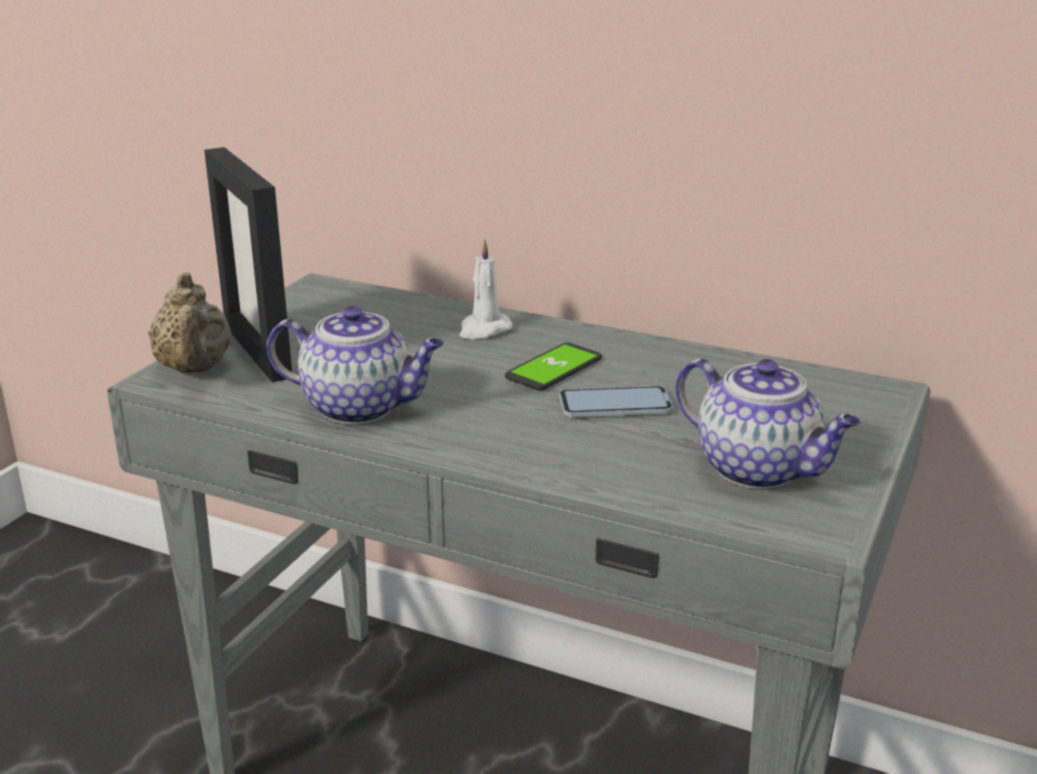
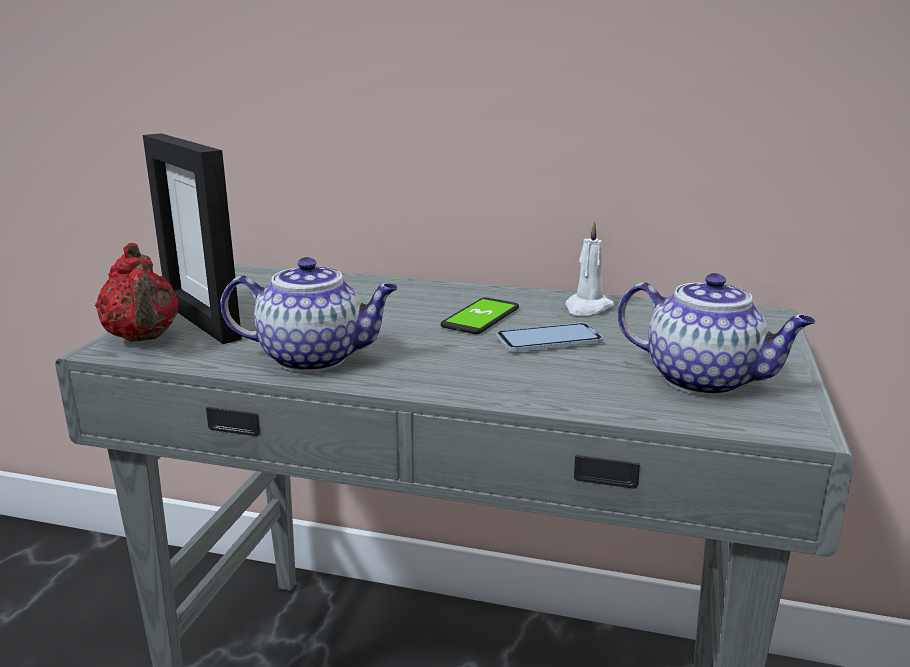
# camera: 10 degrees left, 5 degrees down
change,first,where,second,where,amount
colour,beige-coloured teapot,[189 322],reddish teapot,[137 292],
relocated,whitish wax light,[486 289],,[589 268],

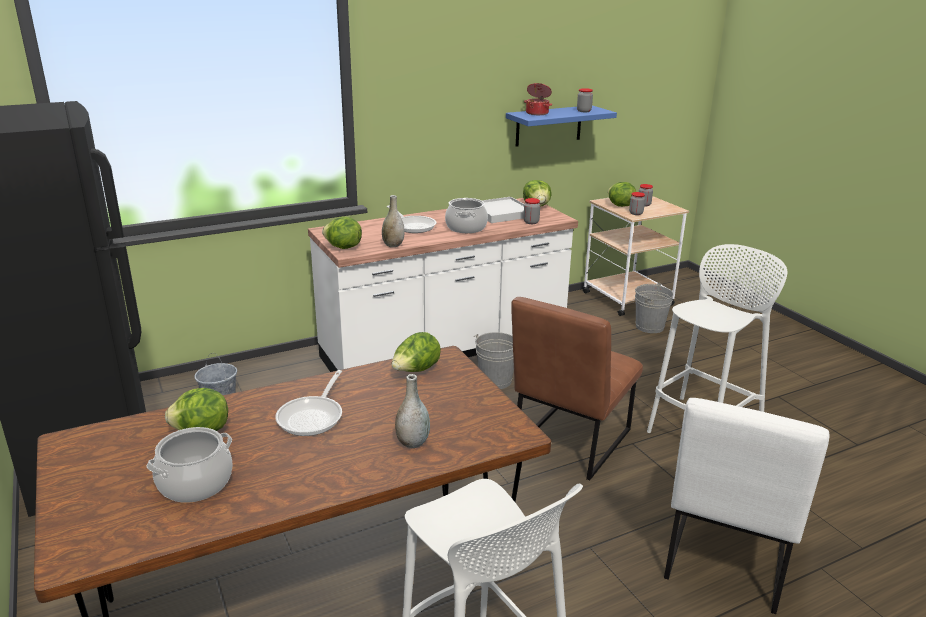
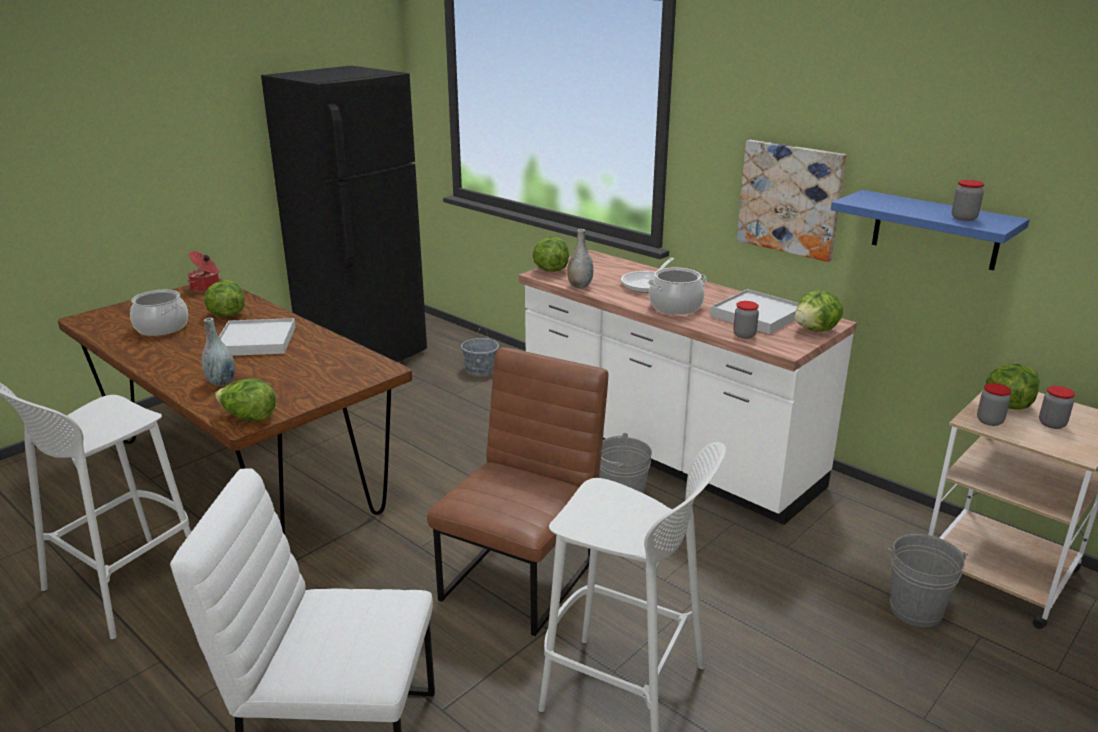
# camera: 70 degrees right, 0 degrees up
change,first,where,second,where,amount
exchanged,frying pan,[308 403],whitish tray,[257 337],
relocated,head of lettuce,[416 352],,[245 400],
spun,brown-coloured chair,[577 388],,[517 491],105 degrees clockwise
relocated,cooking pot,[538 99],,[203 271],
appeared,,,wall art,[791 201],

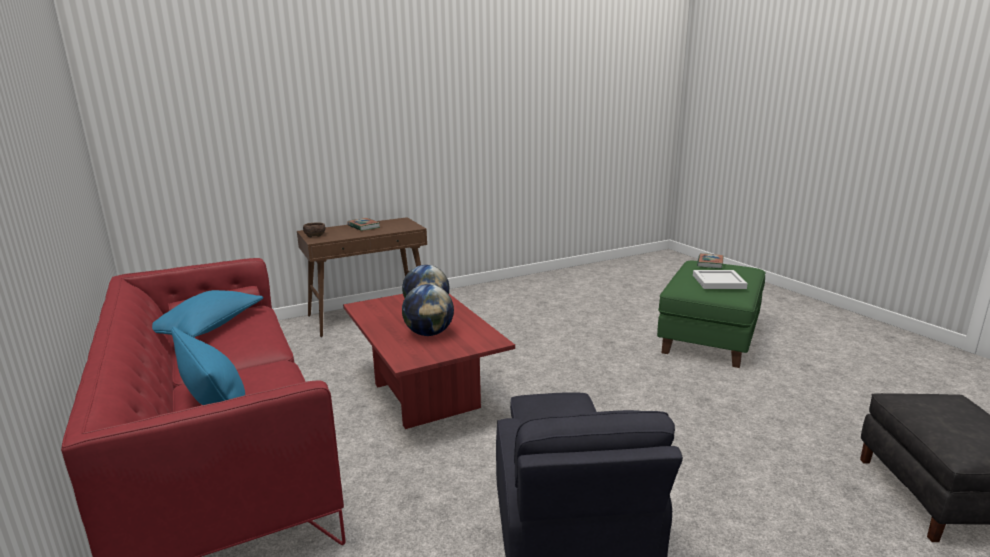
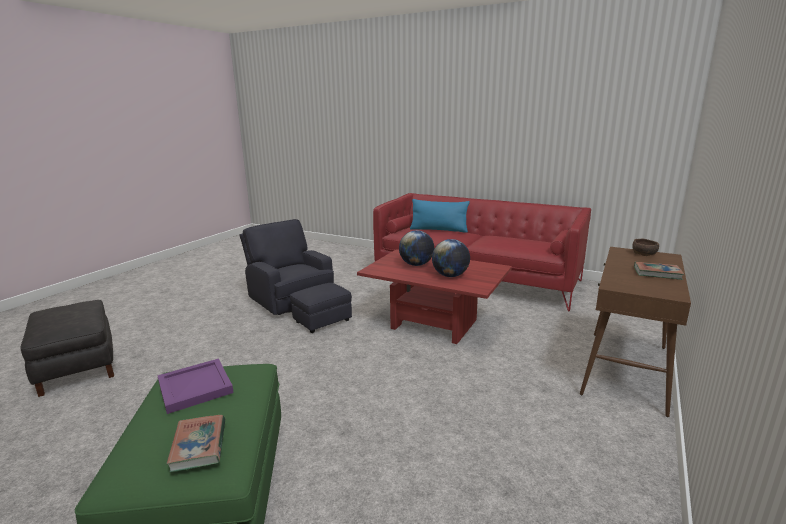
# camera: 145 degrees right, 0 degrees up
change,first,where,second,where,amount
missing,blue throw pillow,[207 313],,,
colour,whitish tray,[720 279],purple tray,[195 386],

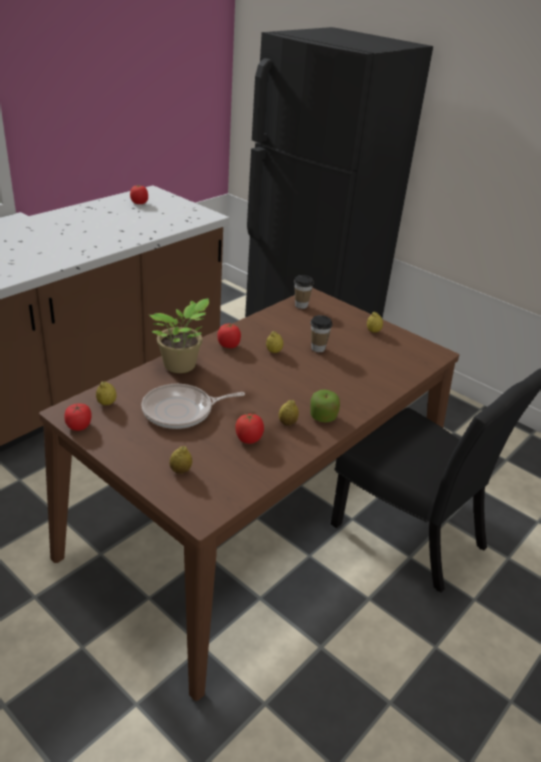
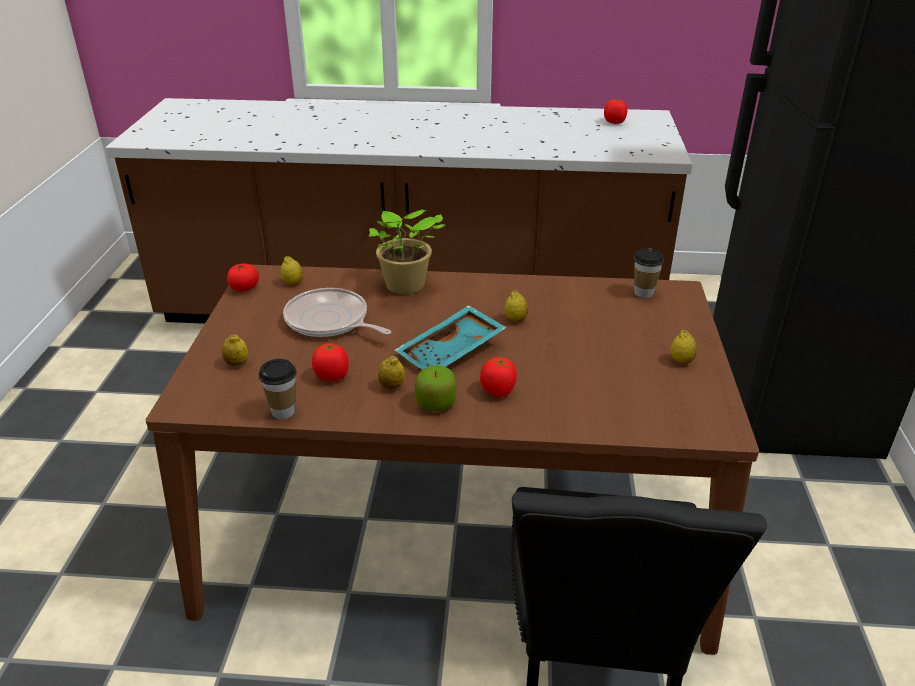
# camera: 55 degrees right, 0 degrees up
change,first,where,second,where,amount
relocated,fresh tomato,[229 335],,[498 377],
relocated,drinking cup,[321 333],,[277 389],
appeared,,,turquoise tray,[450 337],

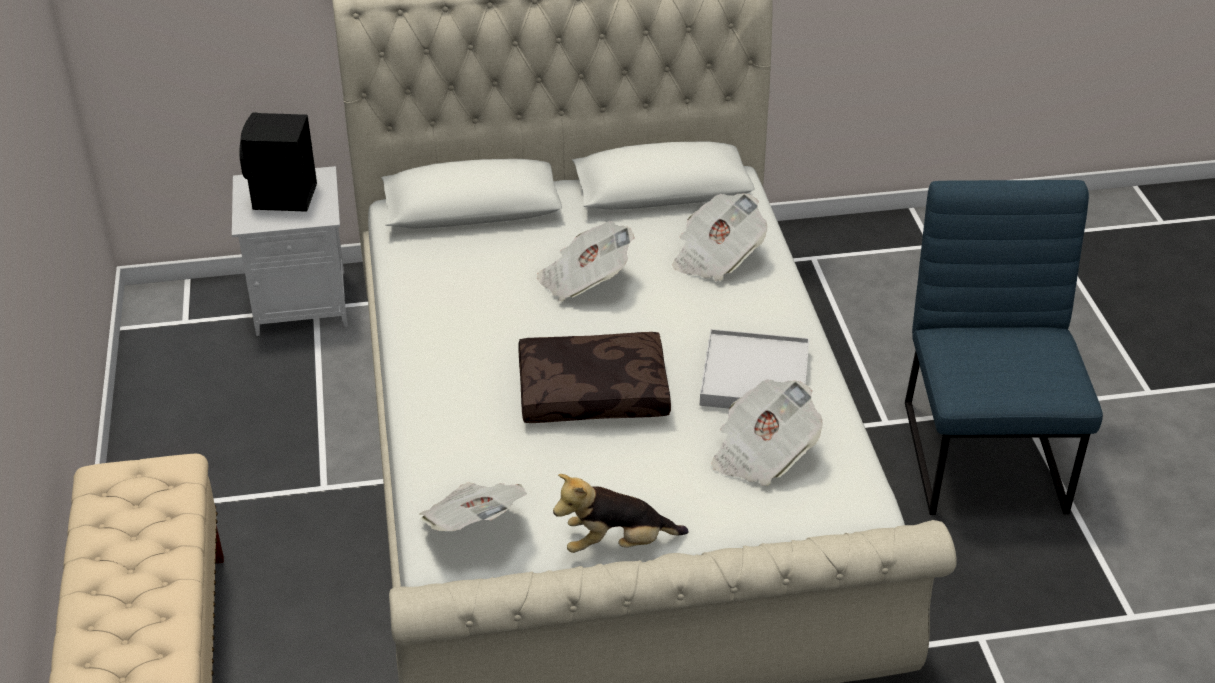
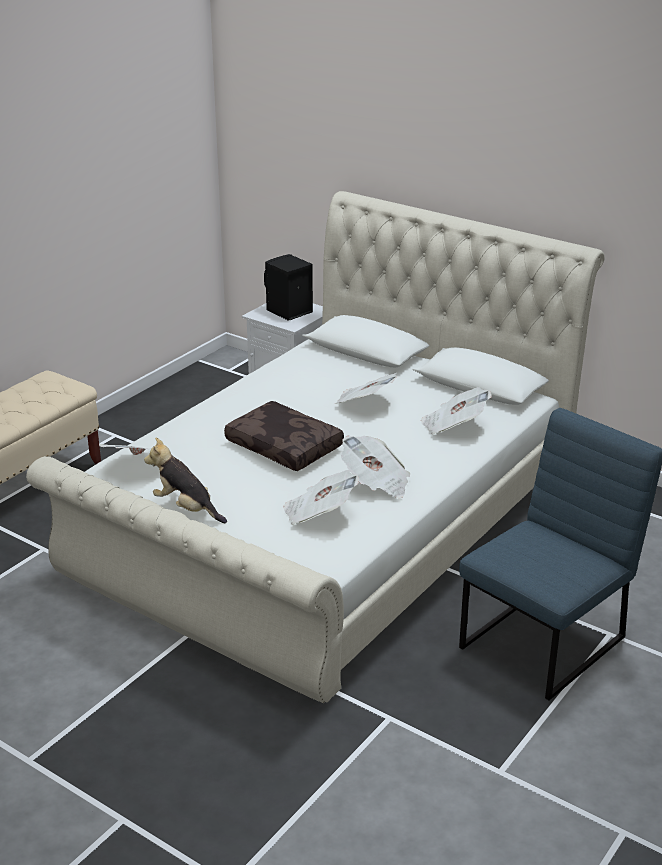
# camera: 45 degrees right, 10 degrees down
change,first,where,second,where,amount
exchanged,whitish tray,[754 368],newspaper,[375 467],

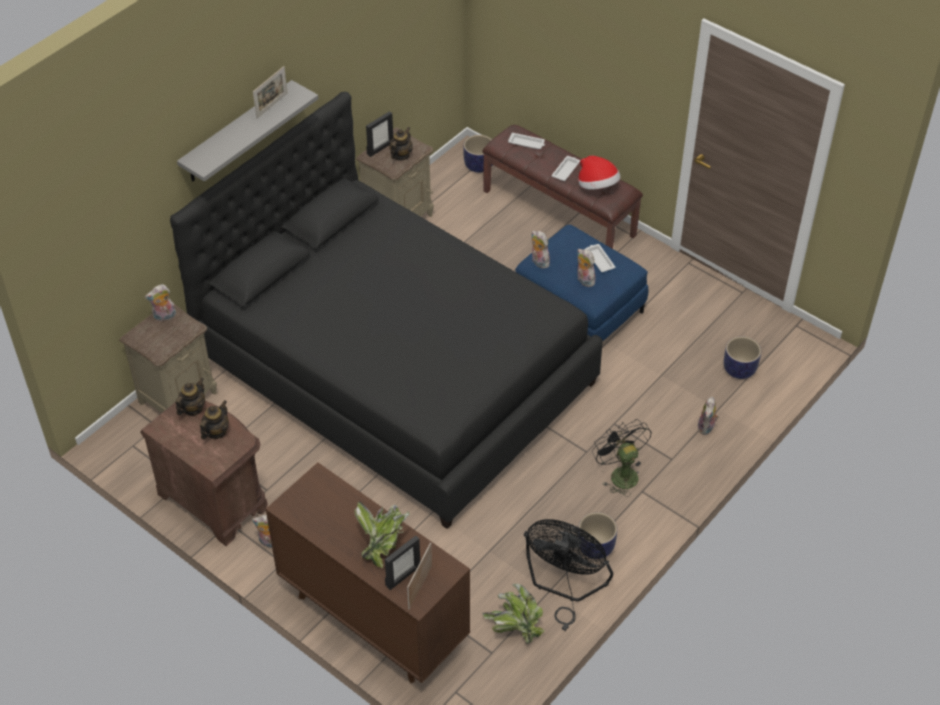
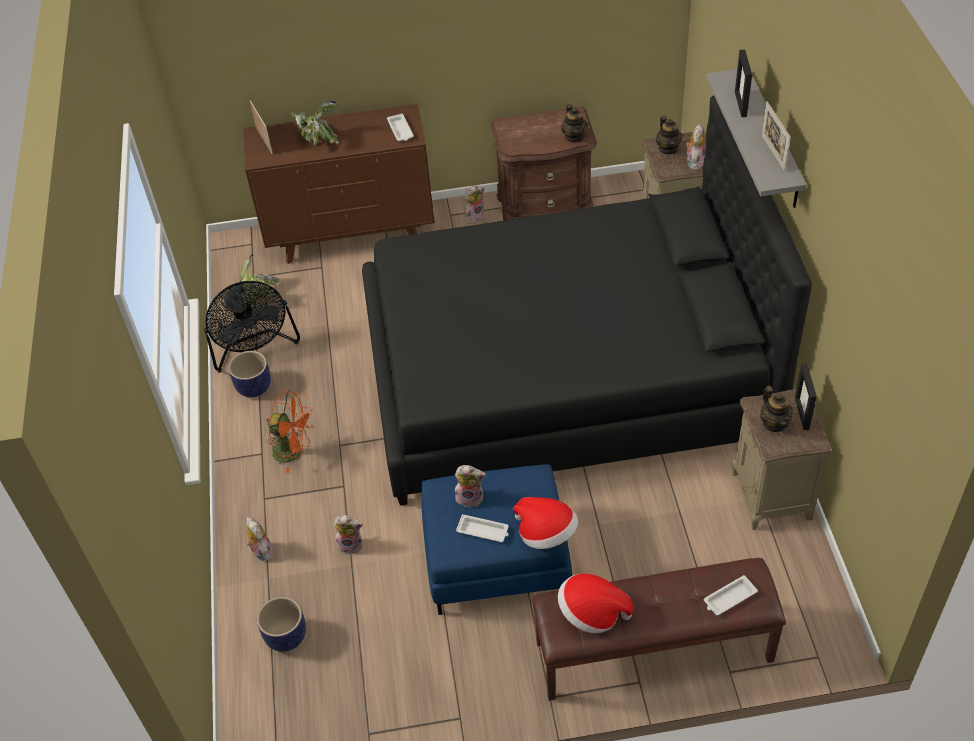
# camera: 135 degrees right, 0 degrees up
change,first,where,second,where,amount
relocated,teapot,[214 419],,[669 135],
relocated,picture frame,[402 562],,[743 83],
missing,plant pot,[477 154],,,
relocated,cuddly toy,[541 250],,[348 534],
relocated,whitish tray,[565 168],,[400 127],
colour,black fan,[622 458],orange-coloured fan,[290 432],
appeared,,,wearable hat,[545 523],

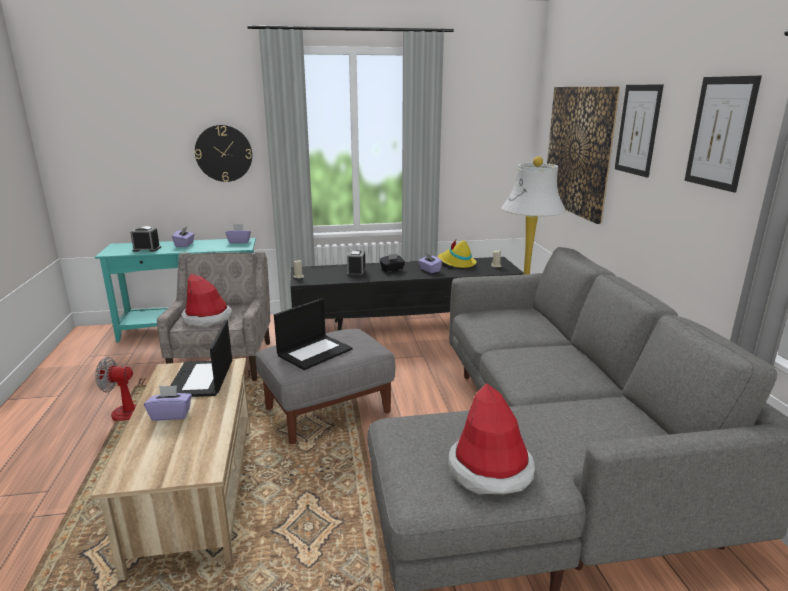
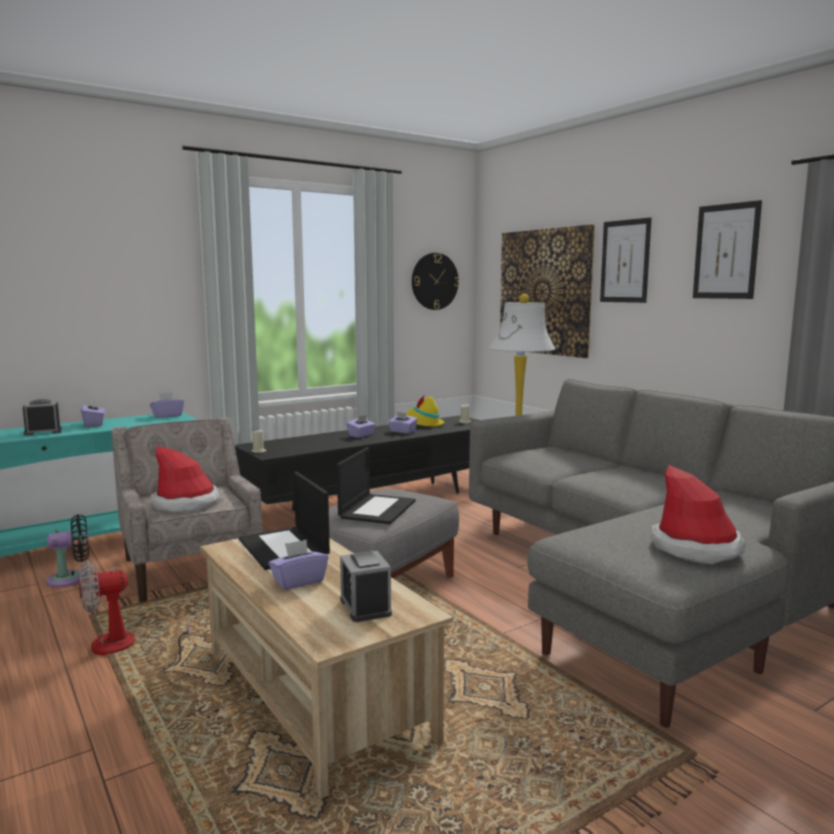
# camera: 25 degrees left, 10 degrees down
change,first,where,second,where,amount
relocated,hanging clock,[223 153],,[435 281],
relocated,bedside clock,[356 263],,[366 586],
colour,black tissue box,[392 263],purple tissue box,[361 426],
appeared,,,black fan,[68 550],

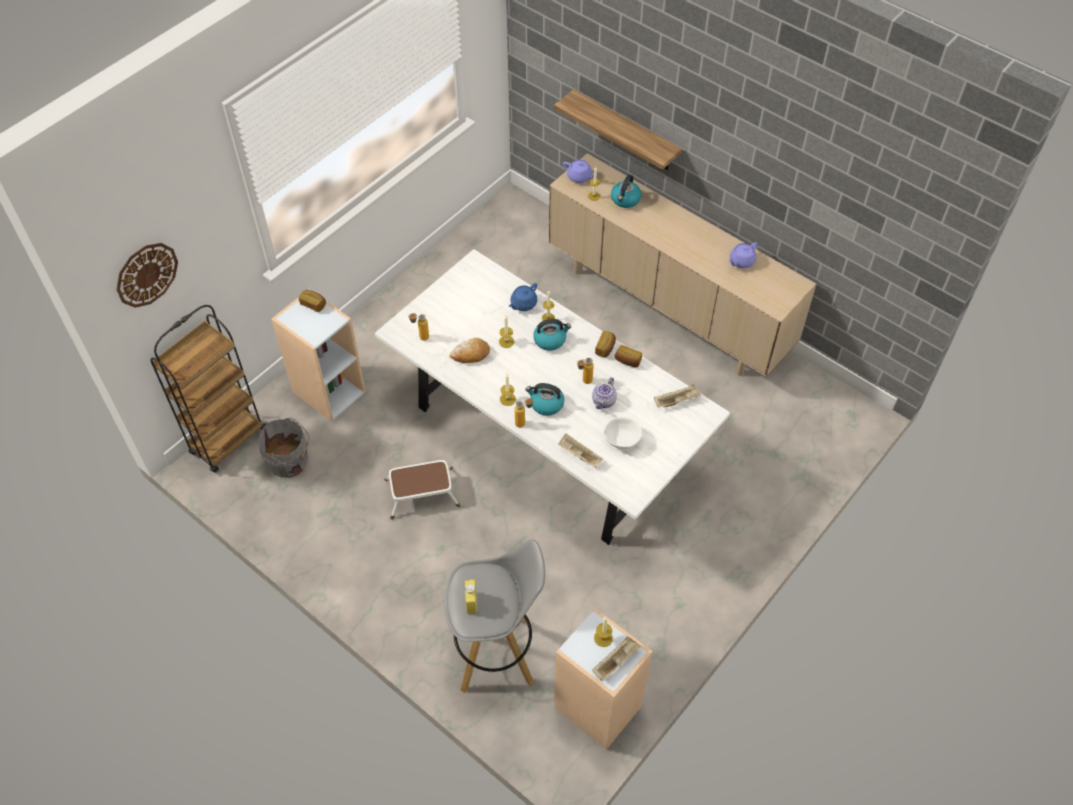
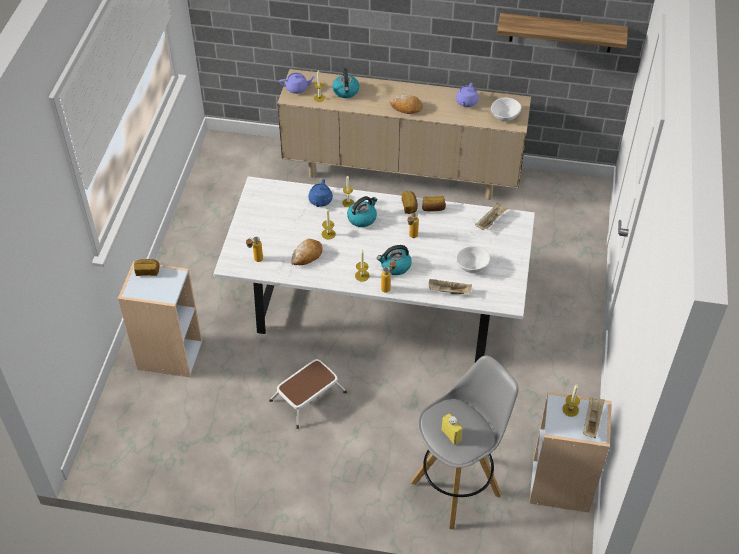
# camera: 30 degrees left, 5 degrees down
change,first,where,second,where,amount
missing,hanging clock,[147 275],,,
missing,brown-coloured trolley,[209 389],,,
missing,gray bucket,[284 448],,,
relocated,bracket shelf,[618 129],,[562 32],
missing,teapot,[604 393],,,
appeared,,,baked bread,[406 104],
appeared,,,whitish bowl,[506 109],

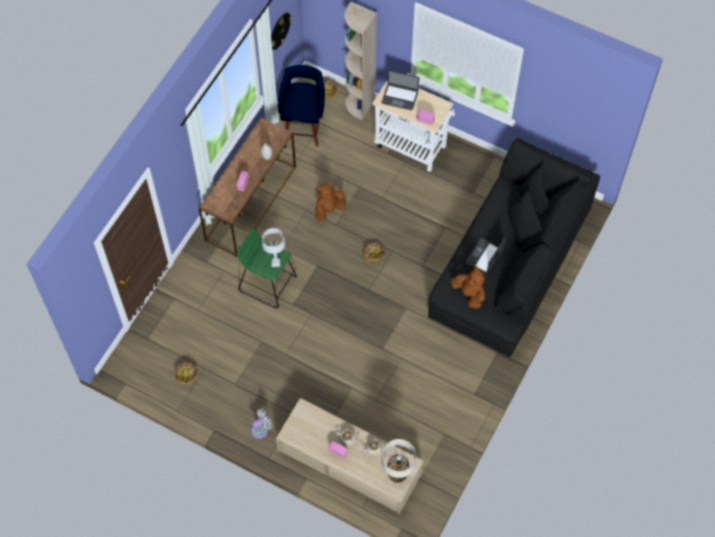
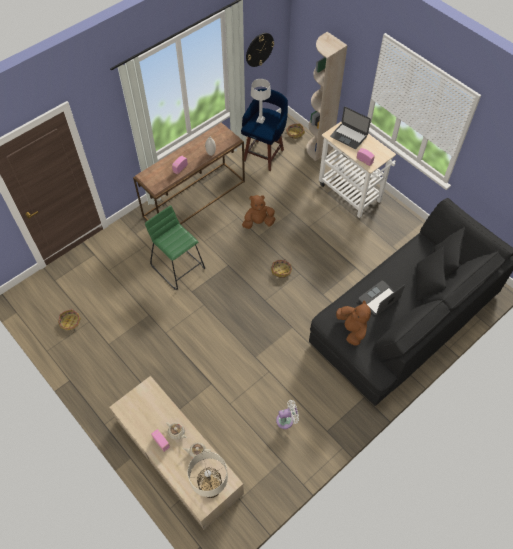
# camera: 20 degrees right, 5 degrees down
change,first,where,second,where,amount
relocated,whitish fan,[262 424],,[287 414],
relocated,gray table lamp,[273 247],,[261 101],

